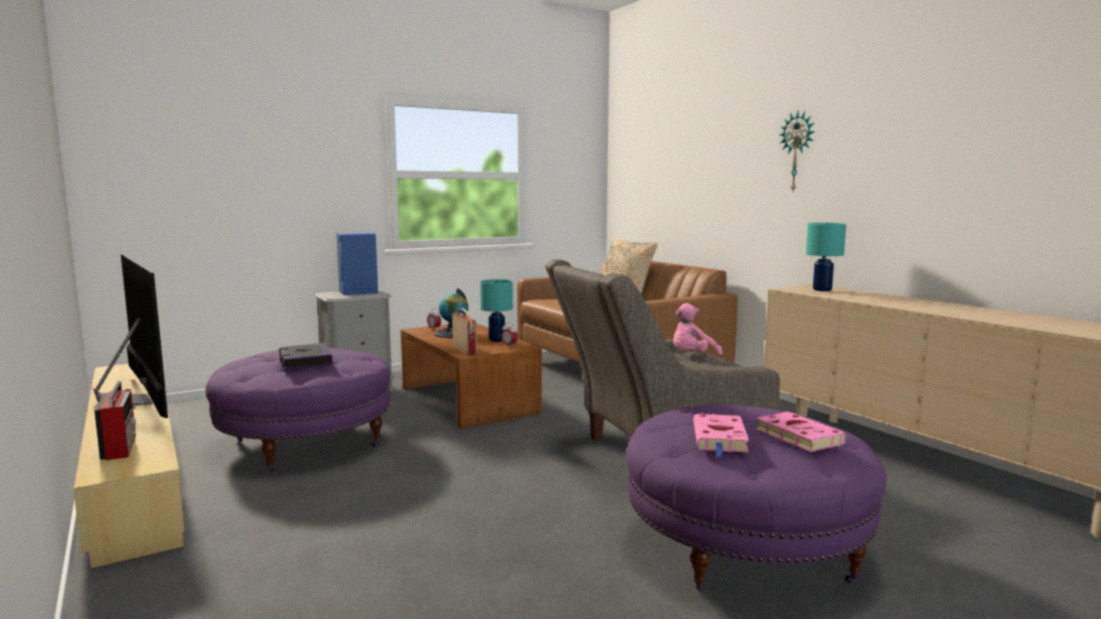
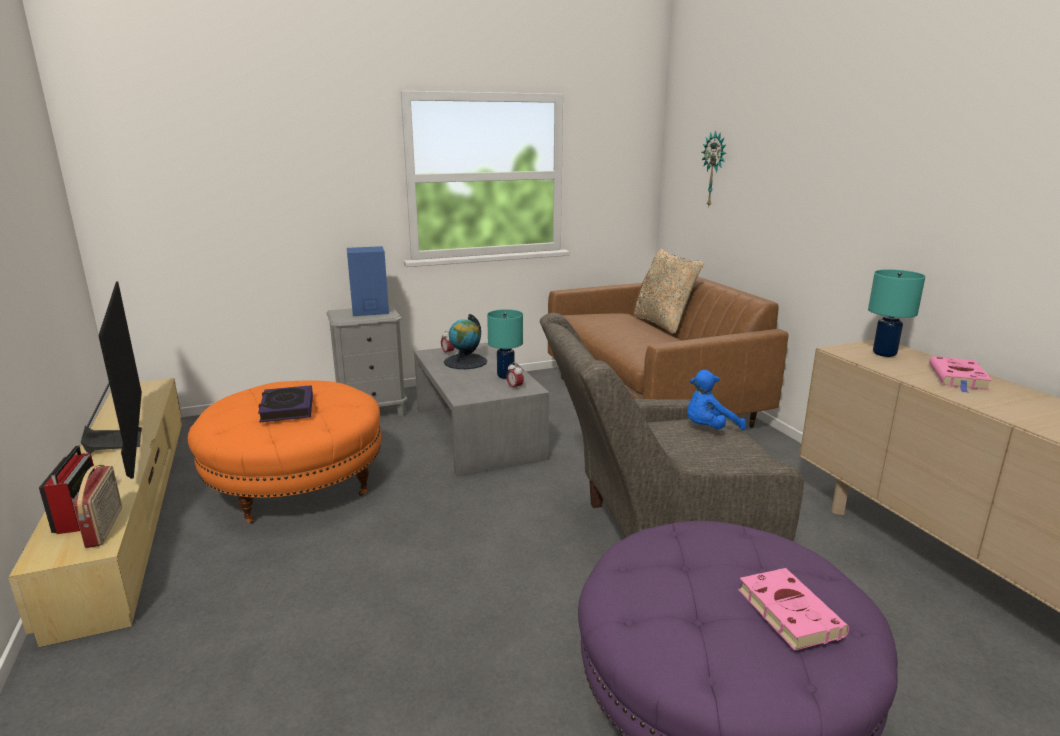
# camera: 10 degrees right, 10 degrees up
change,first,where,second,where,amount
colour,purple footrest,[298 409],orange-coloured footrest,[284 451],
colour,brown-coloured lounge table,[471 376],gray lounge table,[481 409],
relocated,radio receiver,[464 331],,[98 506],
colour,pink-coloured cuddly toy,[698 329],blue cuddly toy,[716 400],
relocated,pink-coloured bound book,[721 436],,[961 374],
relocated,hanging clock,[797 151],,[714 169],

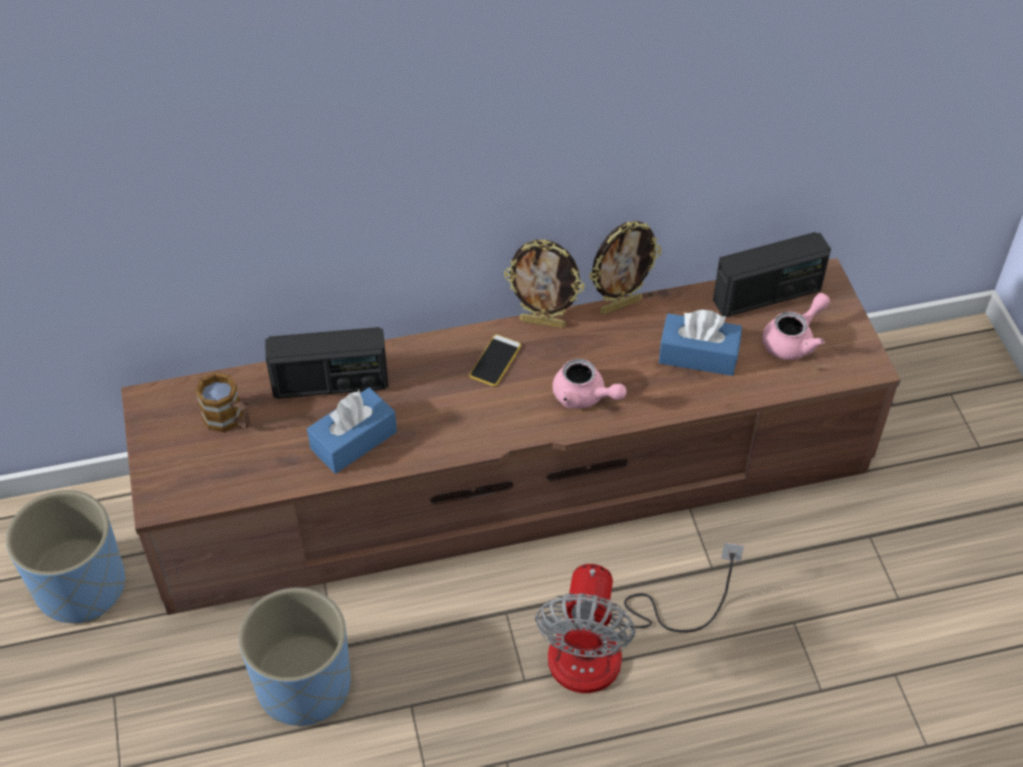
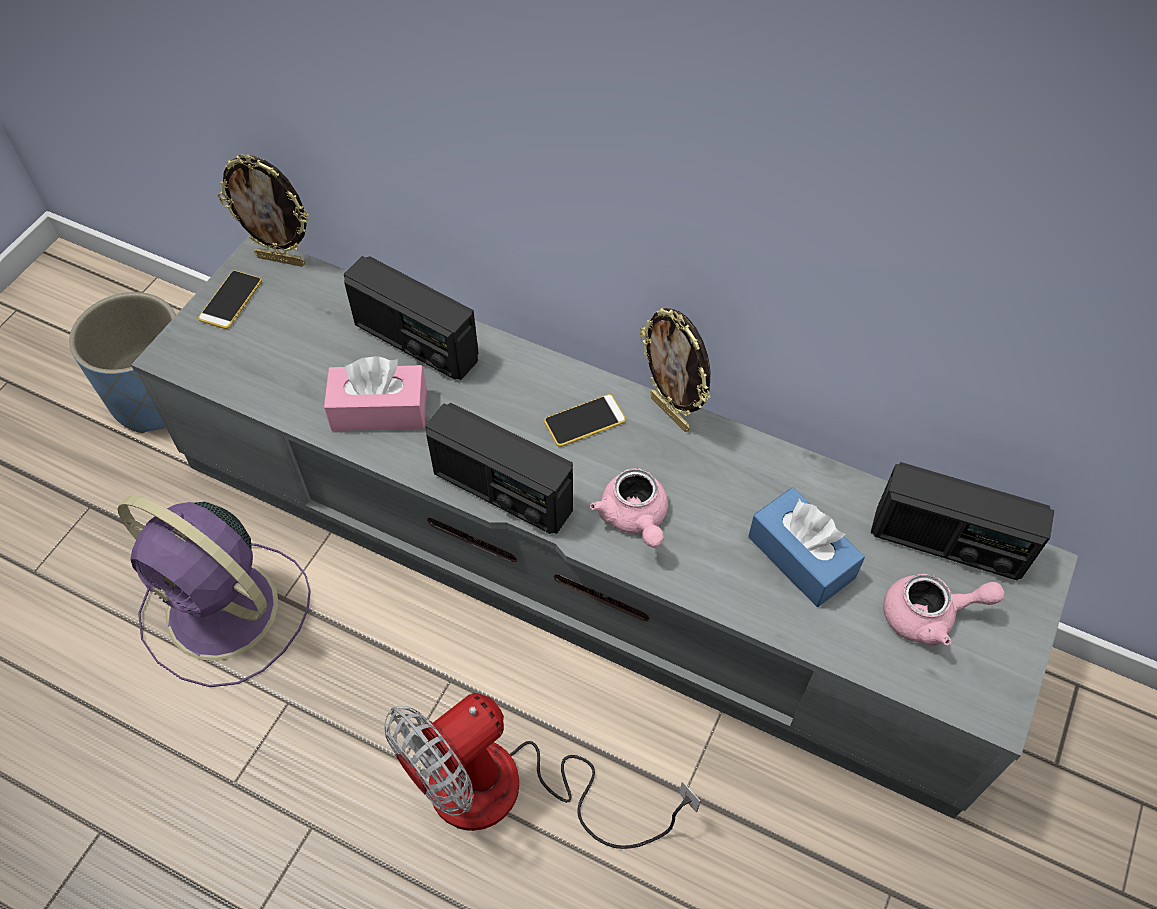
# camera: 40 degrees right, 5 degrees up
change,first,where,second,where,amount
colour,brown-coloured media console,[510 436],gray media console,[604 526],
missing,mug,[222 402],,,
exchanged,blue plant pot,[295 657],purple fan,[214 591],
colour,blue tissue box,[352 431],pink-coloured tissue box,[375 393],
relocated,picture frame,[625 267],,[263 210],
appeared,,,telephone,[230 300],
appeared,,,radio receiver,[499 468],

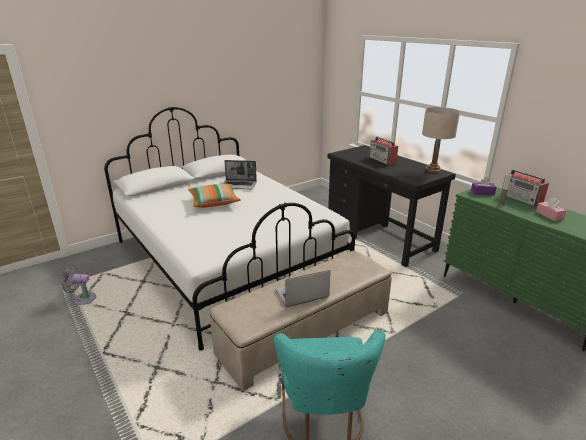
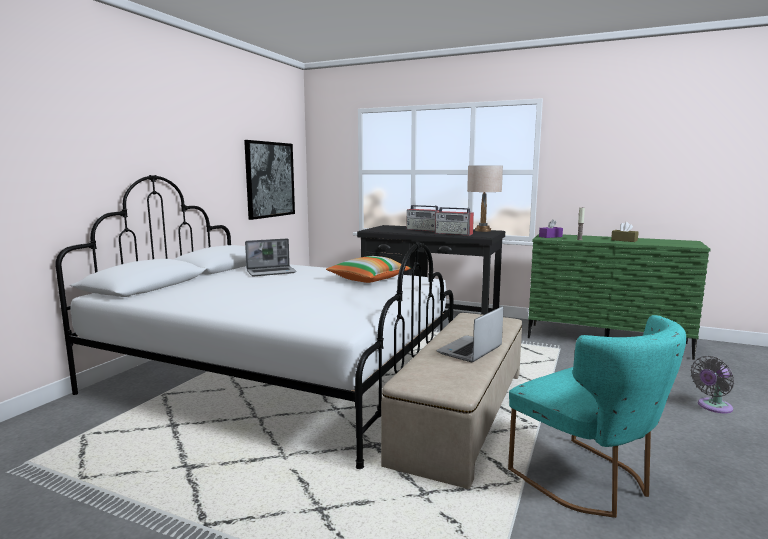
# camera: 30 degrees left, 15 degrees down
change,first,where,second,where,amount
relocated,gray fan,[78 285],,[712 385],
relocated,throw pillow,[214 196],,[368 269],
relocated,radio receiver,[525 188],,[454 221],
colour,pink-coloured tissue box,[551 209],brown-coloured tissue box,[625 232],
appeared,,,wall art,[269 180],

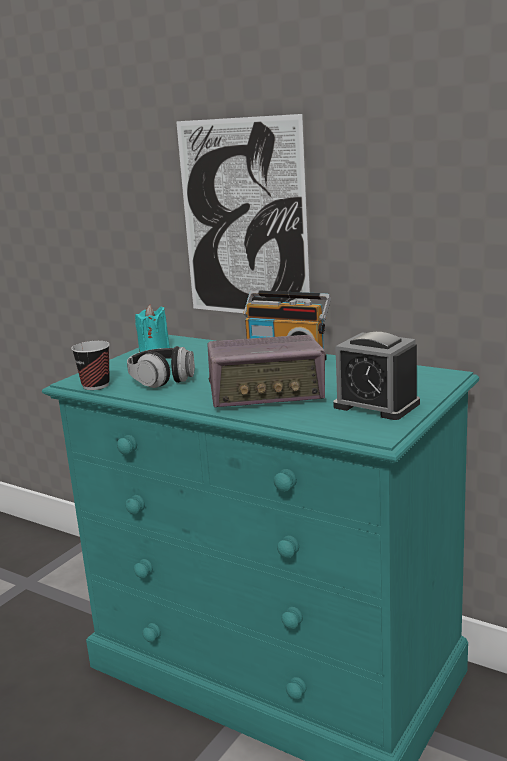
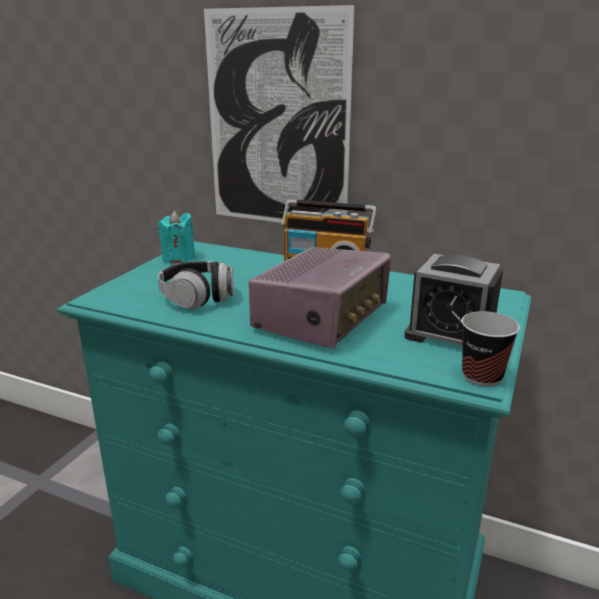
# camera: 10 degrees left, 5 degrees up
change,first,where,second,where,amount
relocated,drinking cup,[90 365],,[490 349],
spun,radio receiver,[266 371],,[320 297],45 degrees counterclockwise

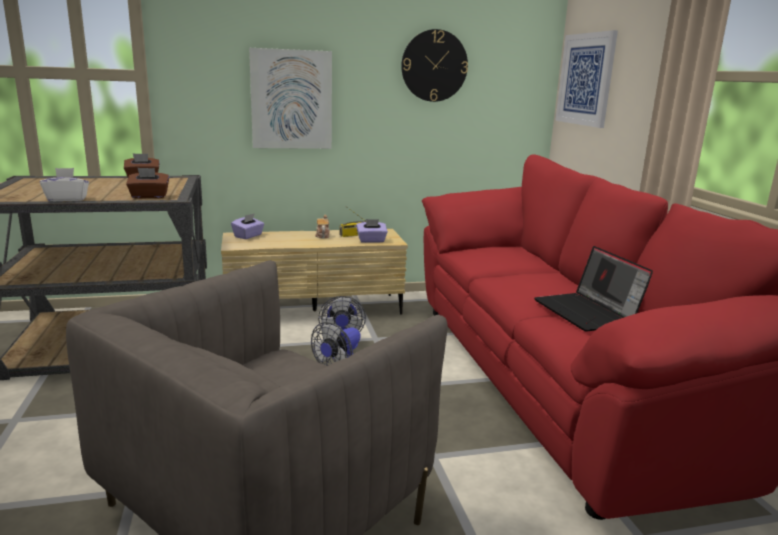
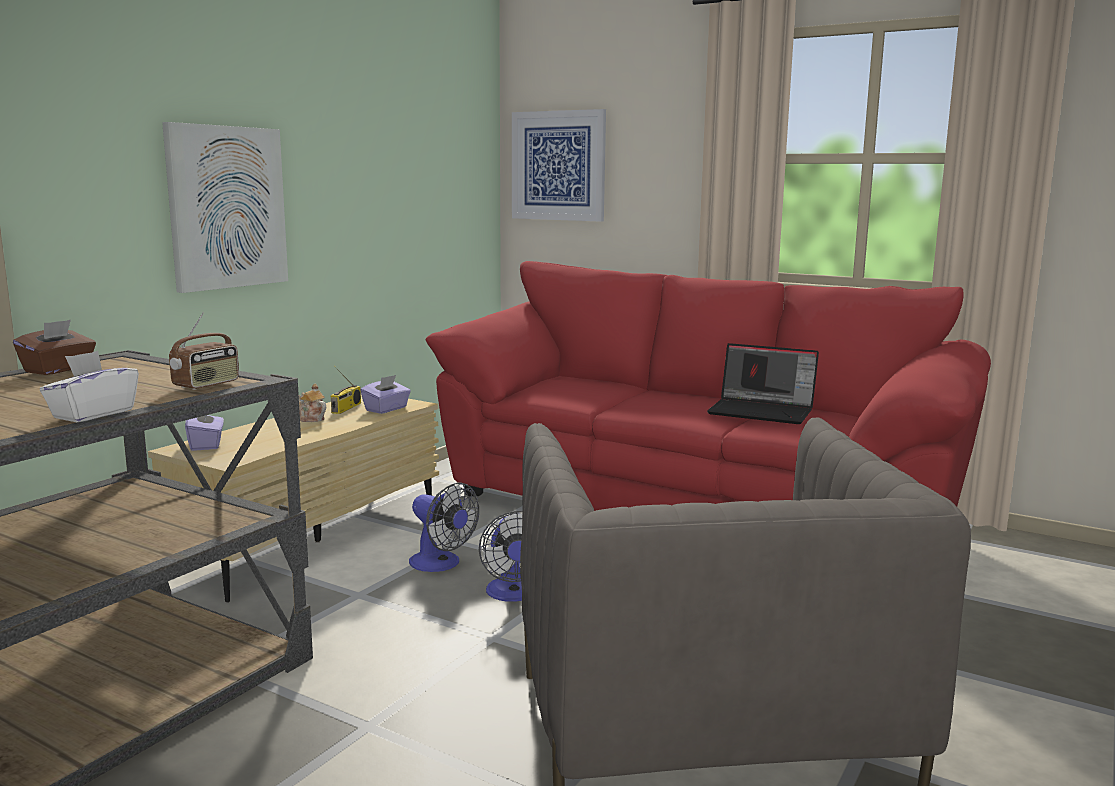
# camera: 45 degrees left, 5 degrees down
change,first,where,second,where,amount
exchanged,brown-coloured tissue box,[147 183],radio receiver,[204 351],
missing,hanging clock,[434 65],,,

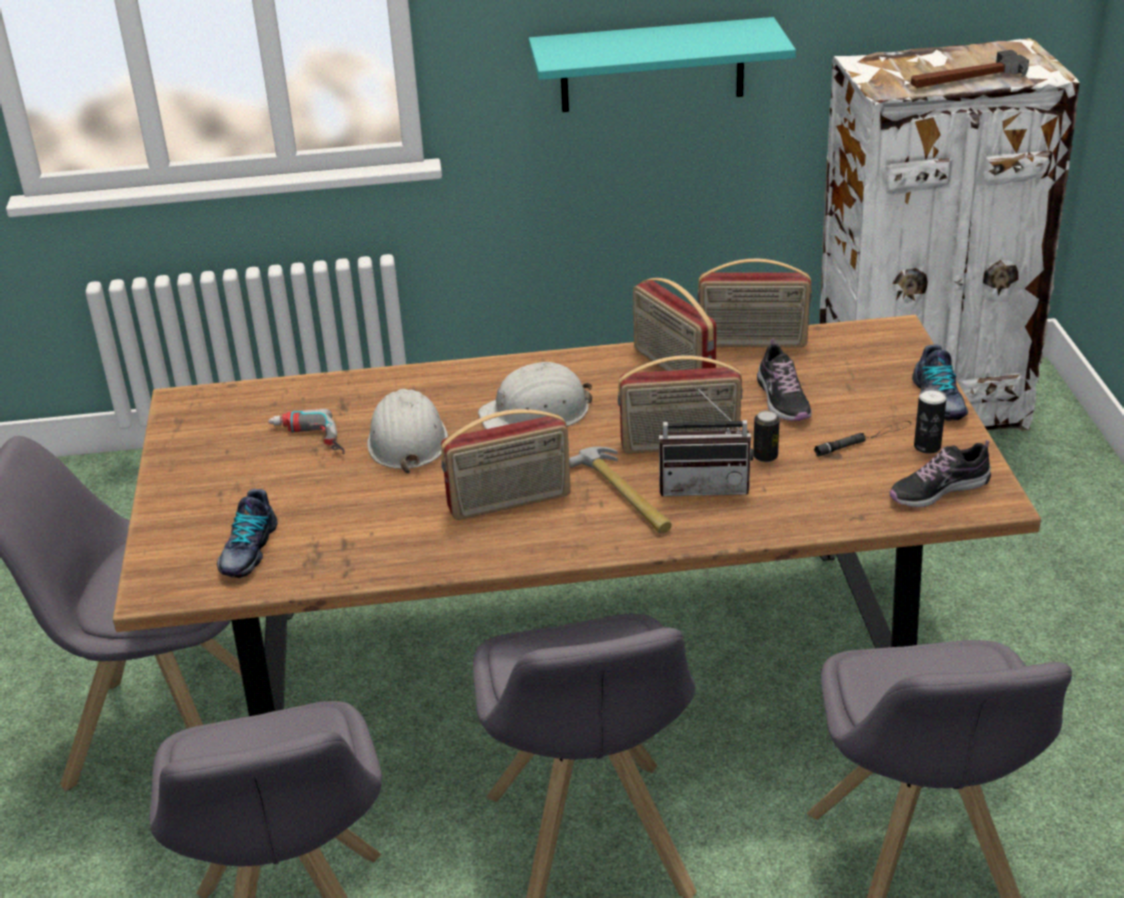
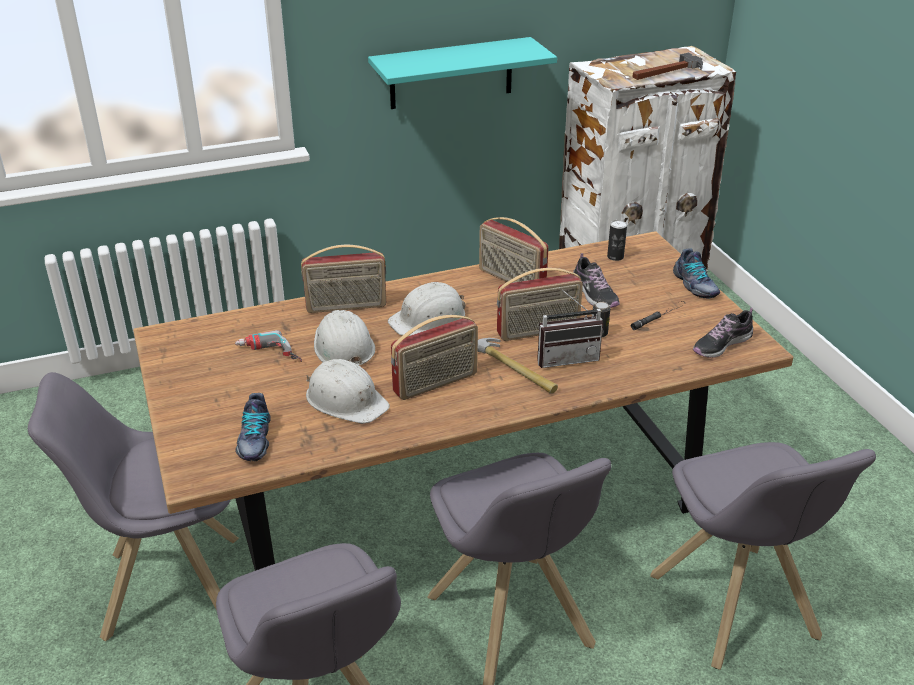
# camera: 15 degrees left, 0 degrees up
change,first,where,second,where,amount
relocated,radio receiver,[754 303],,[343 279],
relocated,sealed can,[930 421],,[617 240],
appeared,,,whitish safety helmet,[348 391],

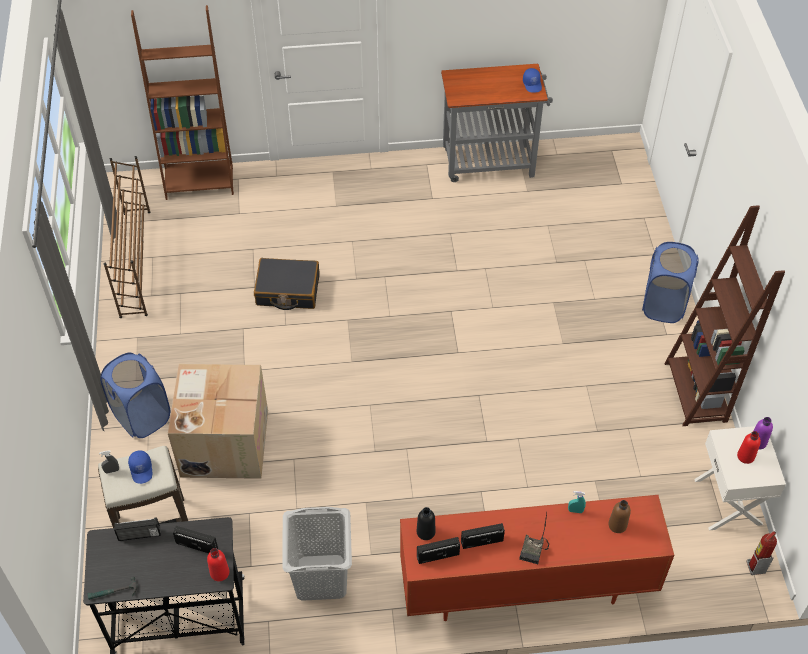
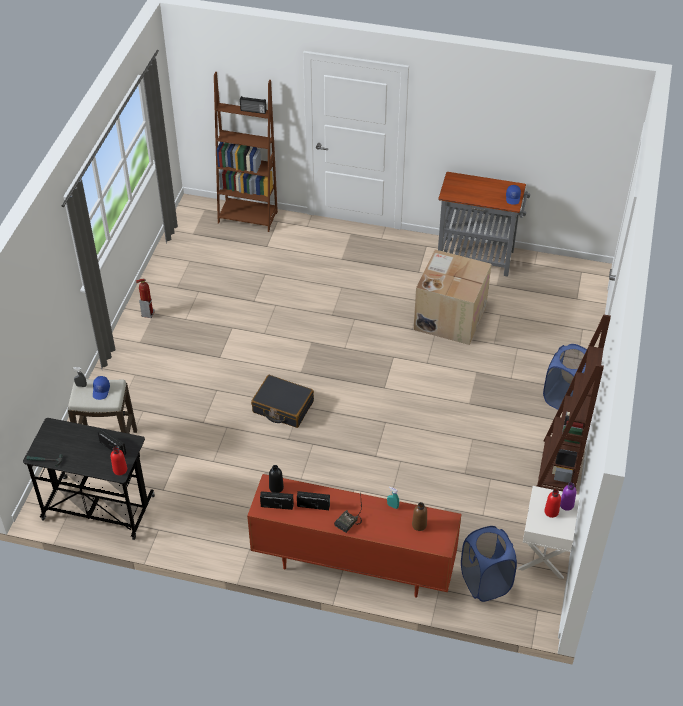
# camera: 20 degrees right, 5 degrees down
change,first,where,second,where,amount
relocated,blue washing basket,[135 395],,[489 564],
missing,brown-coloured shoe rack,[126 237],,,
relocated,radio receiver,[137 529],,[253 105],
relocated,carton,[218 421],,[452 297],
relocated,black suitcase,[287 284],,[282 401],
missing,gray washing basket,[317 554],,,
relocated,fire-fighting cylinder,[761 553],,[145 298],

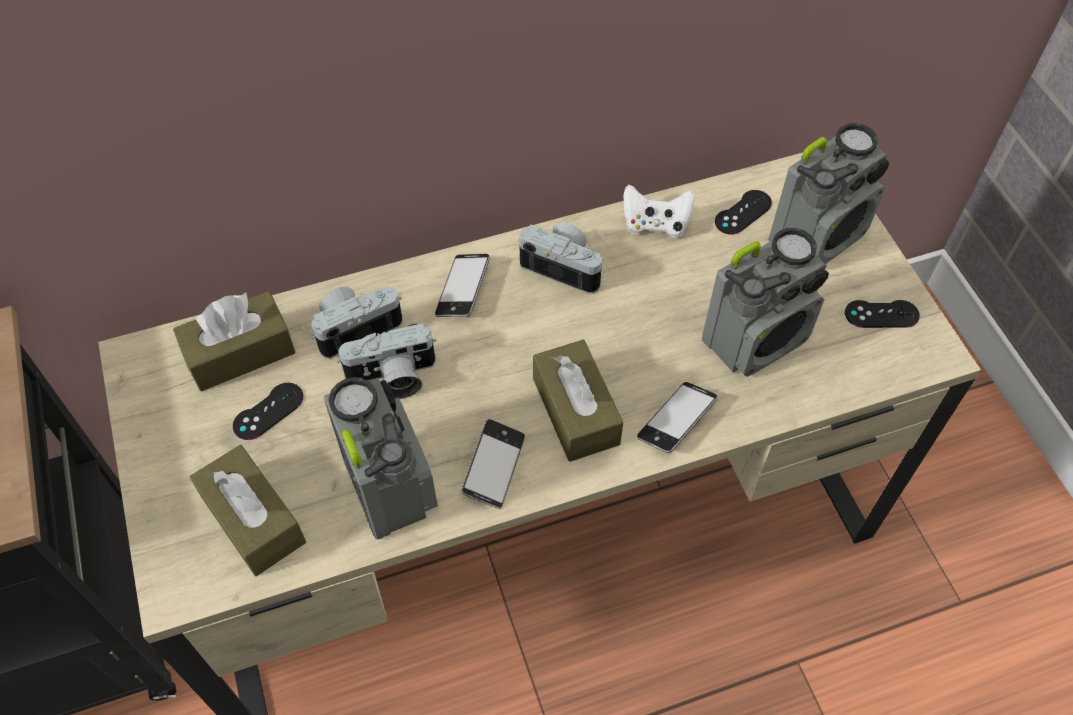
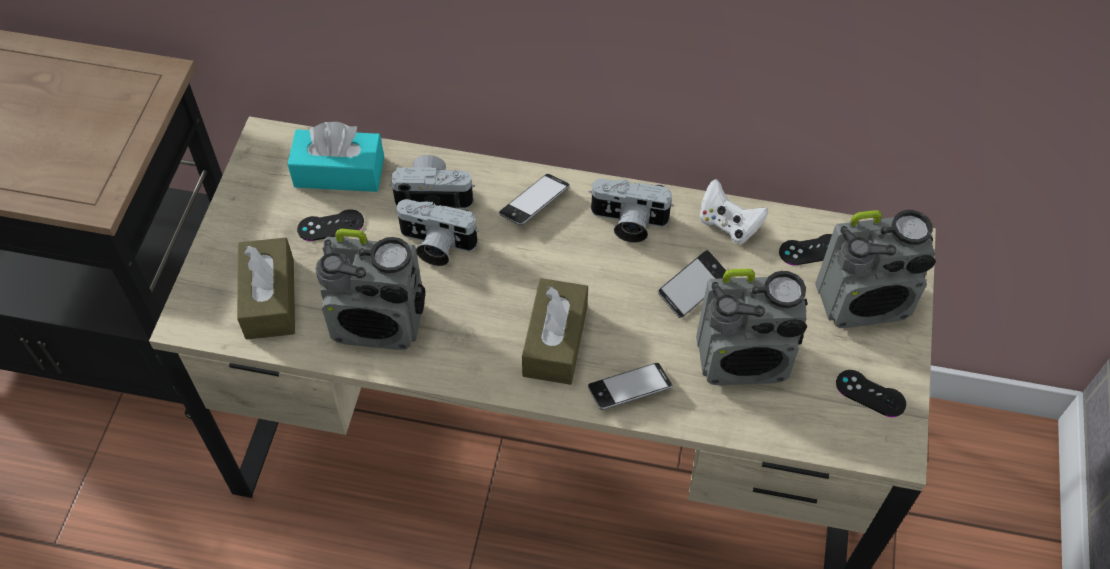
# camera: 30 degrees right, 0 degrees up
change,first,where,second,where,amount
colour,brown-coloured tissue box,[234 341],turquoise tissue box,[335 157],
spun,radio receiver,[381 458],,[370 289],90 degrees clockwise
relocated,telephone,[493 464],,[692 284],
spun,still camera,[561 258],,[631 211],135 degrees clockwise

